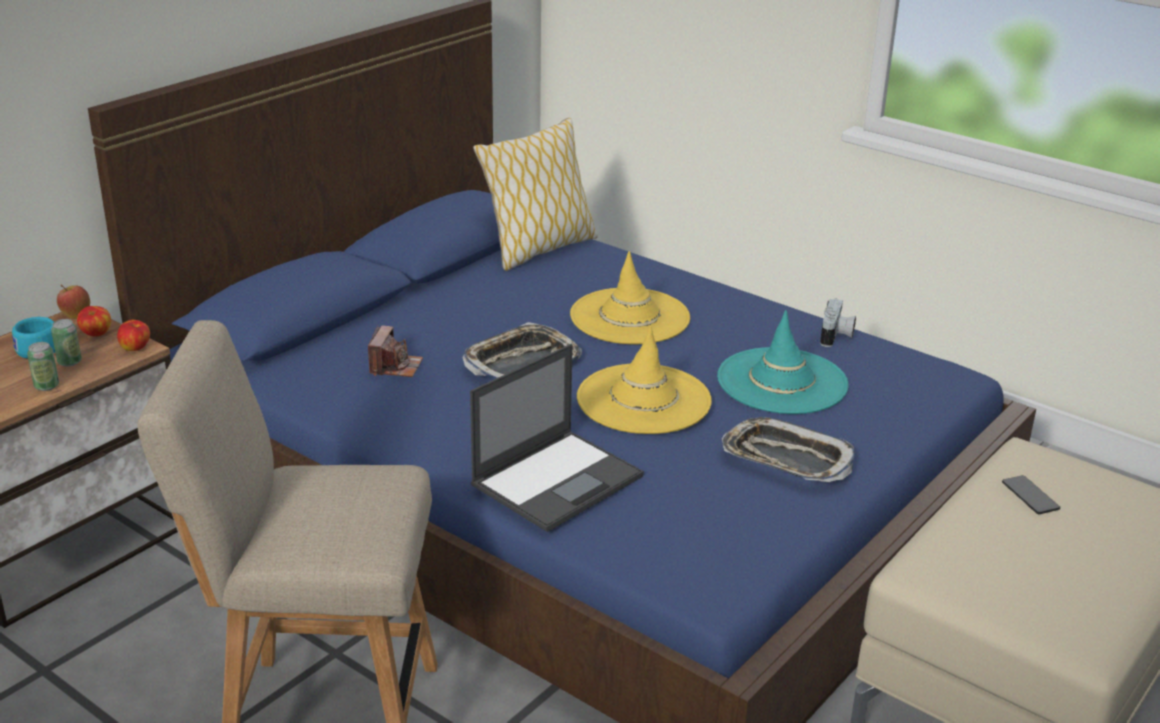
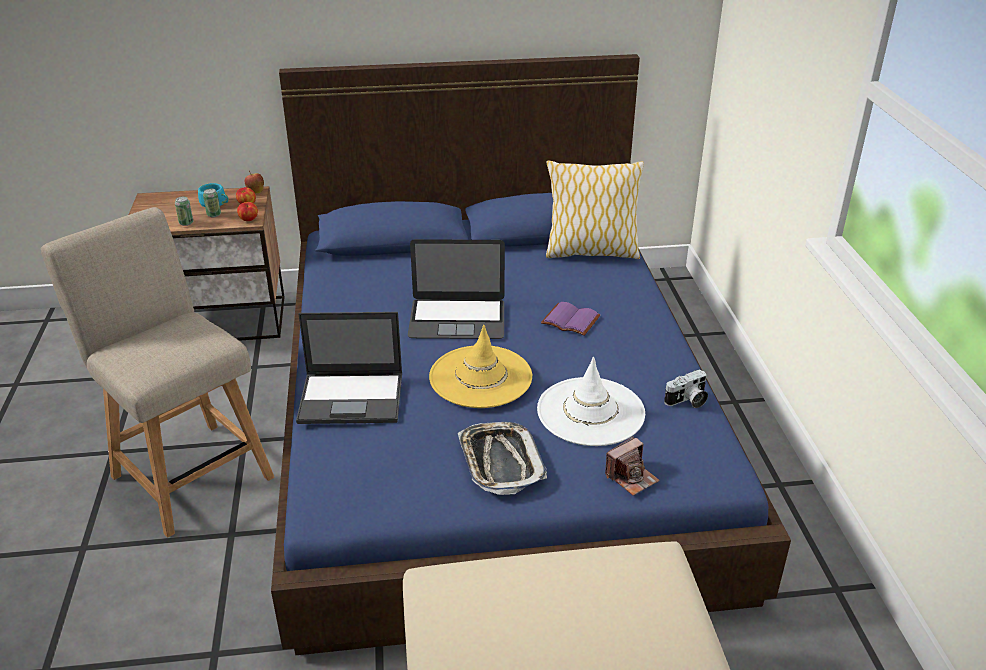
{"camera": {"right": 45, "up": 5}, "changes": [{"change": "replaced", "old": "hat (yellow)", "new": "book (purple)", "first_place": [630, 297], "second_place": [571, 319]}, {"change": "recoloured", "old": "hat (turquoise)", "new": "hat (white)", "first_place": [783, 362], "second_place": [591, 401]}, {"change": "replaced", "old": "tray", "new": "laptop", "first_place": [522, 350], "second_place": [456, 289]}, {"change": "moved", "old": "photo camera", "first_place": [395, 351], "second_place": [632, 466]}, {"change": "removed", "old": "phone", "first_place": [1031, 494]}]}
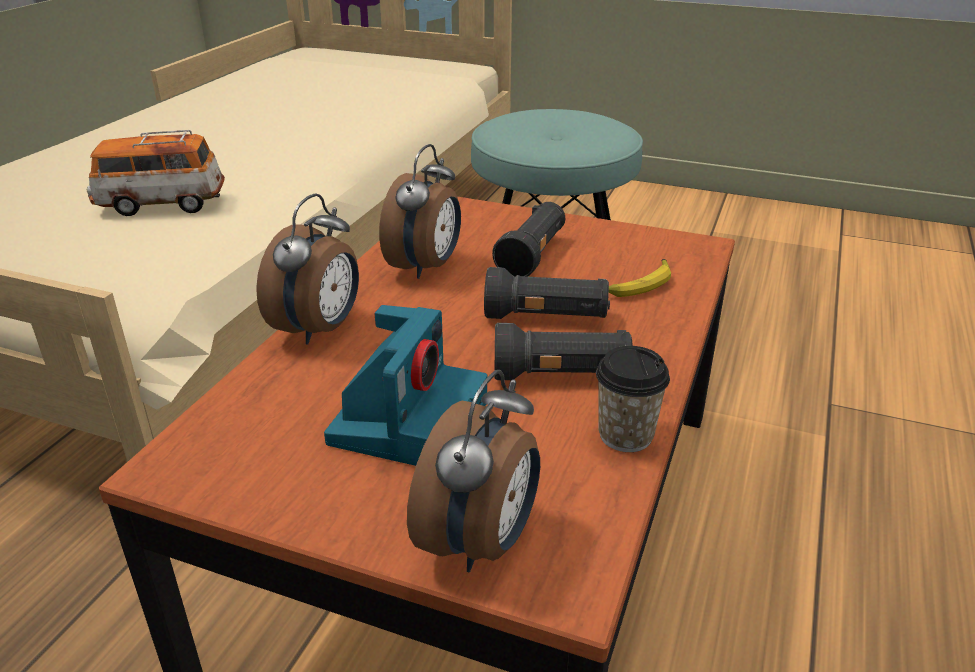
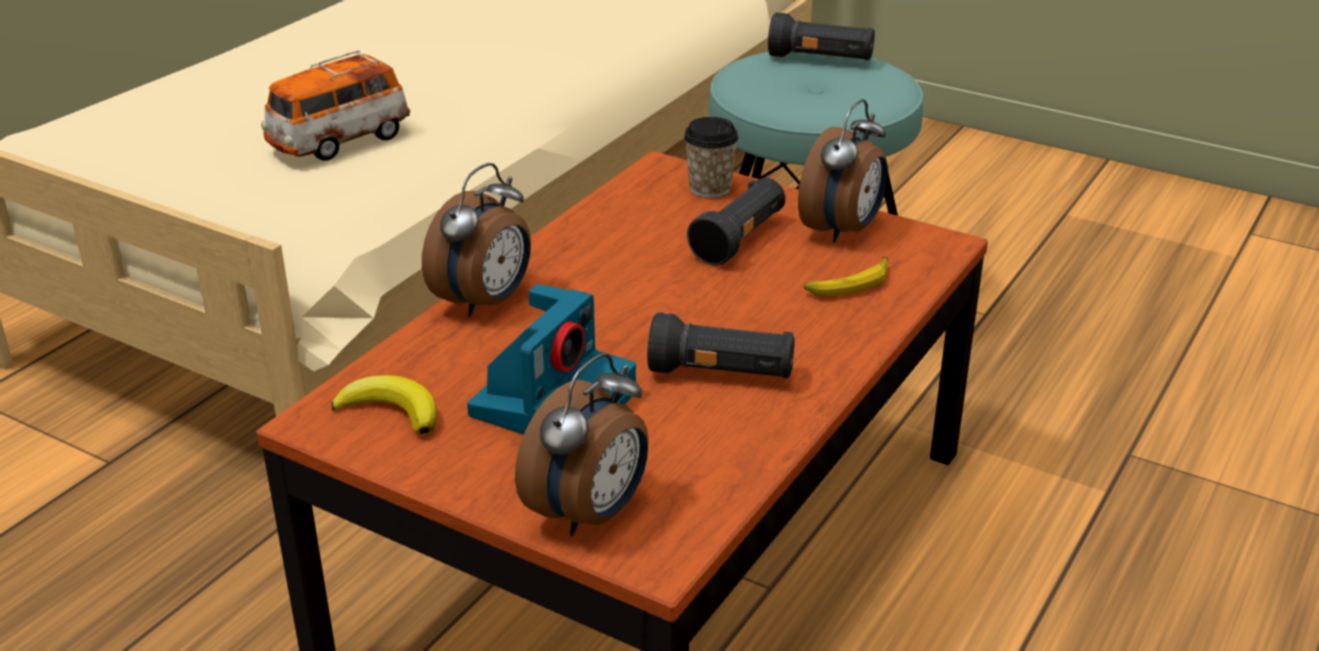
{"camera": {"right": 10, "up": 0}, "changes": [{"change": "turned", "old": "toy car", "first_place": [156, 173], "second_place": [335, 105], "degrees": -45}, {"change": "moved", "old": "alarm clock", "first_place": [420, 211], "second_place": [843, 171]}, {"change": "moved", "old": "flashlight (black)", "first_place": [547, 293], "second_place": [821, 36]}, {"change": "moved", "old": "cup", "first_place": [633, 399], "second_place": [711, 157]}, {"change": "added", "new": "banana", "second_place": [384, 405]}]}
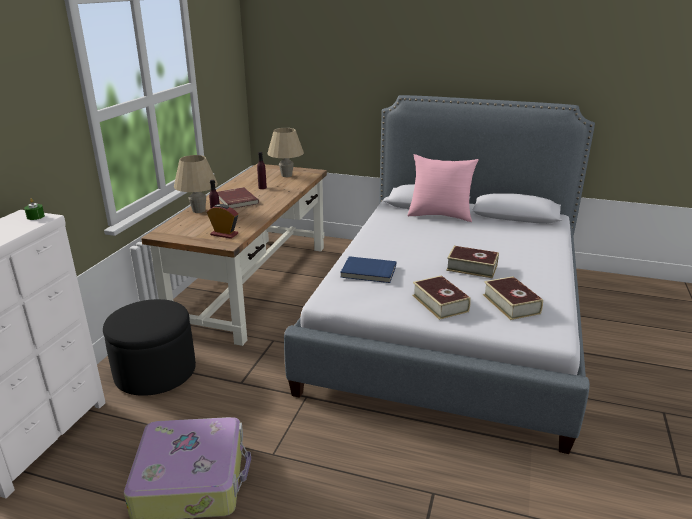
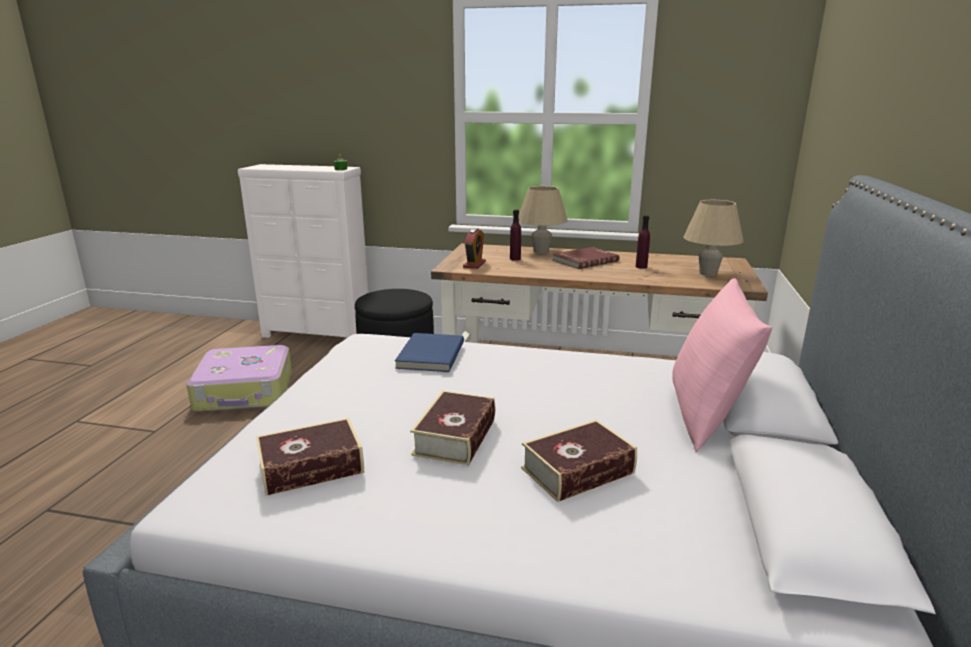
{"camera": {"right": 85, "up": -5}, "changes": [{"change": "moved", "old": "book", "first_place": [441, 297], "second_place": [579, 460]}]}
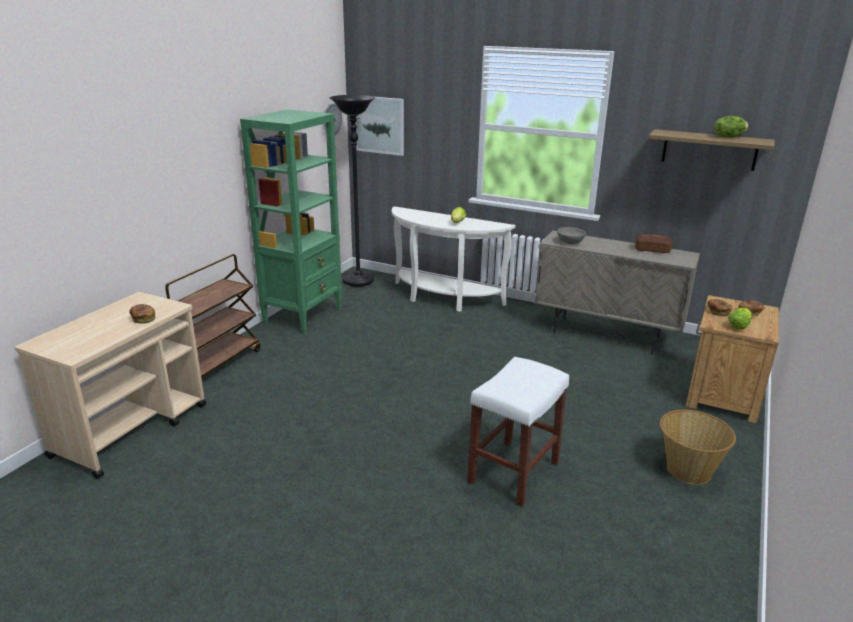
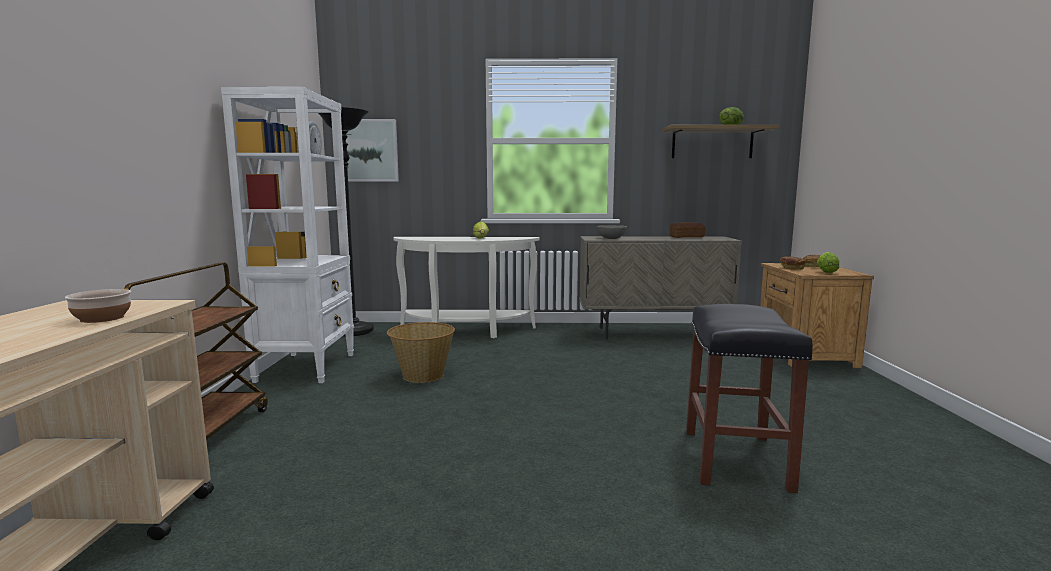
{"camera": {"right": -25, "up": -15}, "changes": [{"change": "recoloured", "old": "bookcase (green)", "new": "bookcase (white)", "first_place": [291, 221], "second_place": [287, 235]}, {"change": "replaced", "old": "bread", "new": "bowl", "first_place": [142, 314], "second_place": [98, 306]}, {"change": "recoloured", "old": "stool (white)", "new": "stool (black)", "first_place": [518, 432], "second_place": [749, 398]}, {"change": "moved", "old": "basket", "first_place": [698, 447], "second_place": [421, 352]}]}
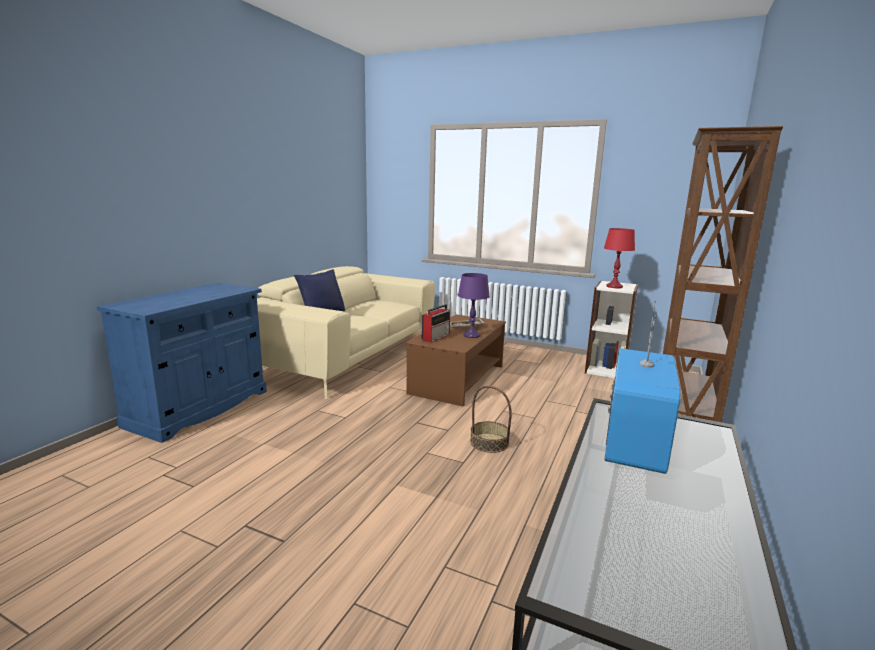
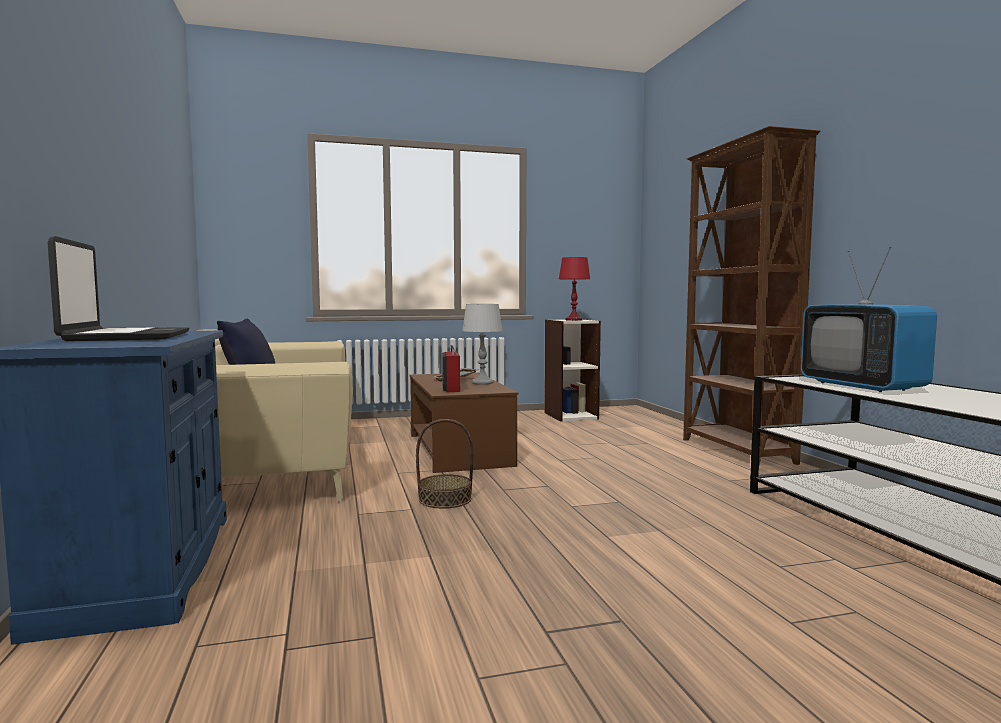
{"camera": {"right": -40, "up": -10}, "changes": [{"change": "recoloured", "old": "table lamp (purple)", "new": "table lamp (grey)", "first_place": [474, 305], "second_place": [482, 344]}, {"change": "moved", "old": "basket", "first_place": [491, 419], "second_place": [444, 463]}, {"change": "added", "new": "laptop", "second_place": [118, 288]}]}
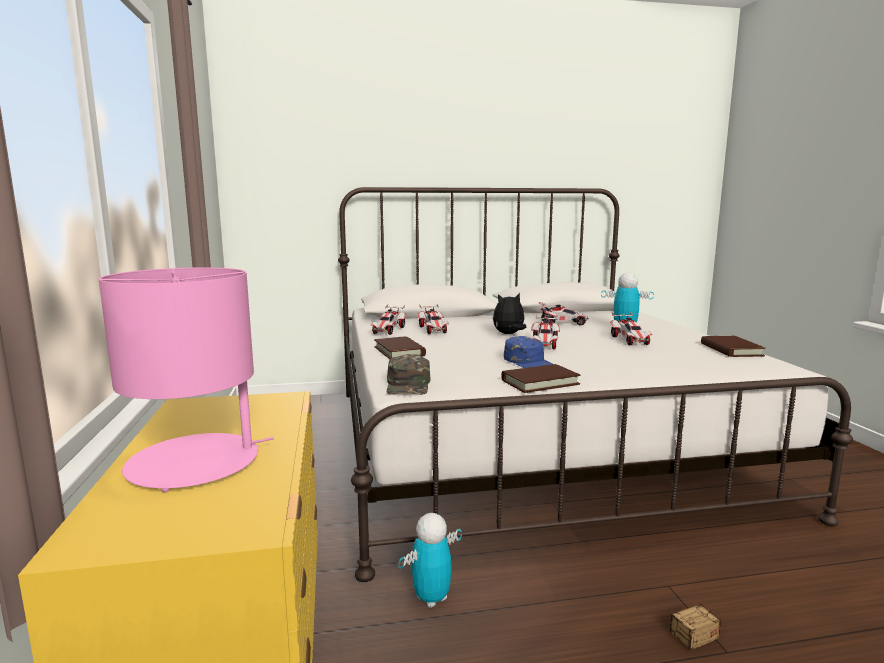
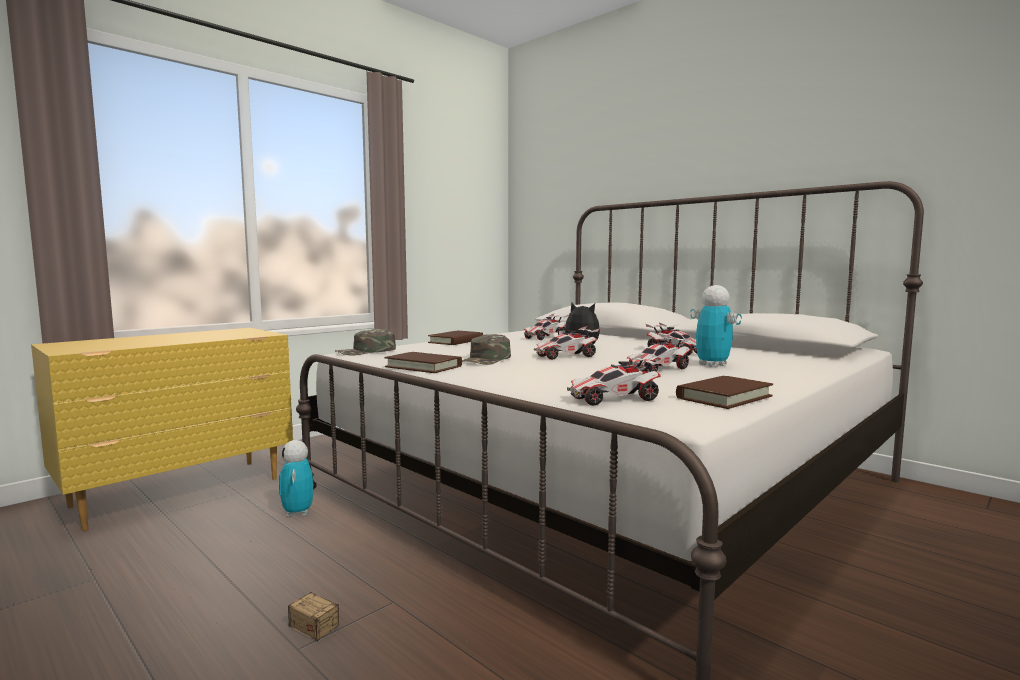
{"camera": {"right": 55, "up": -5}, "changes": [{"change": "removed", "old": "table lamp (pink)", "first_place": [186, 379]}, {"change": "moved", "old": "toy car", "first_place": [388, 320], "second_place": [615, 380]}, {"change": "recoloured", "old": "cap (blue)", "new": "cap (green)", "first_place": [528, 352], "second_place": [486, 349]}, {"change": "turned", "old": "toy robot", "first_place": [430, 560], "second_place": [296, 478], "degrees": -120}]}
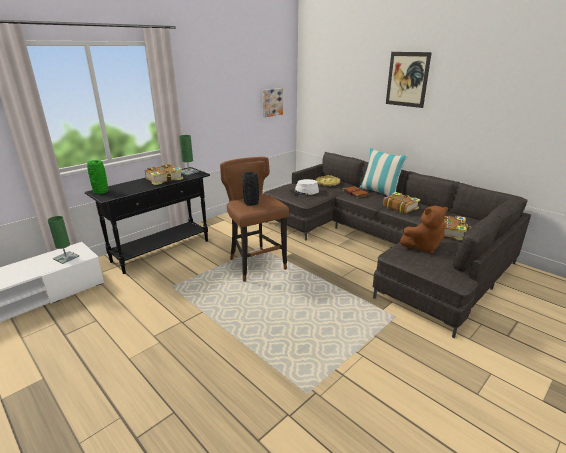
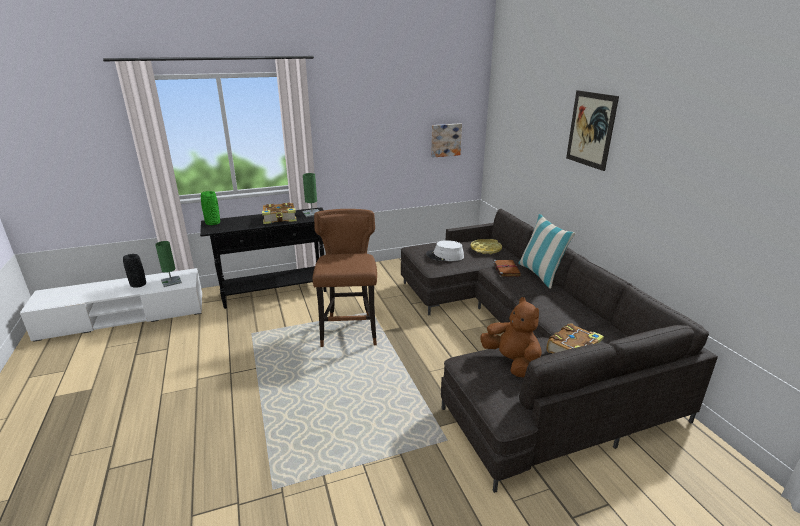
{"camera": {"right": 25, "up": 0}, "changes": [{"change": "moved", "old": "vase (black)", "first_place": [250, 188], "second_place": [134, 271]}, {"change": "removed", "old": "book", "first_place": [401, 203]}, {"change": "turned", "old": "plush toy (brown)", "first_place": [424, 230], "second_place": [511, 337], "degrees": -135}]}
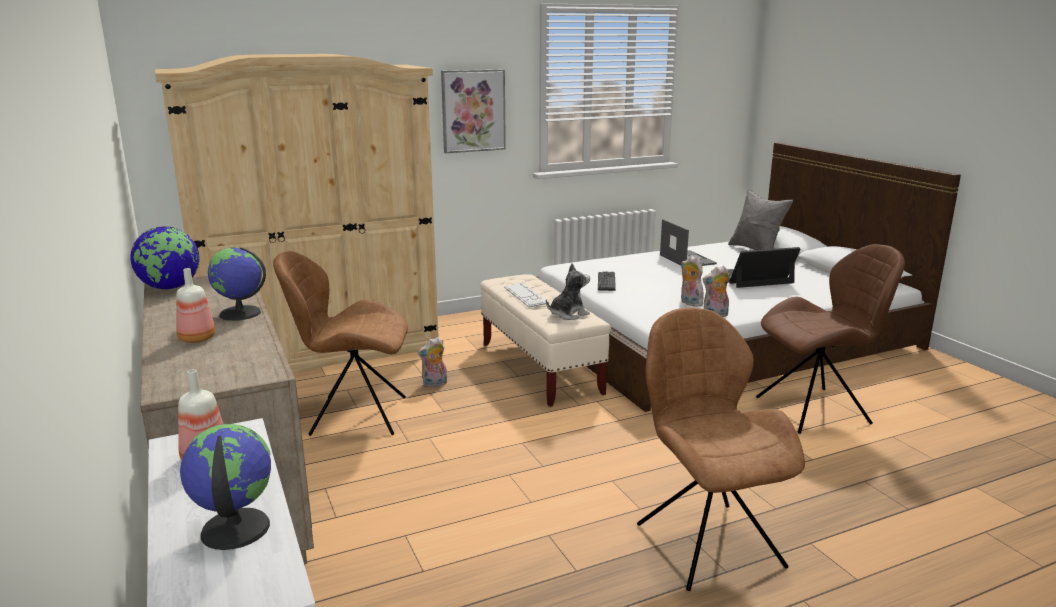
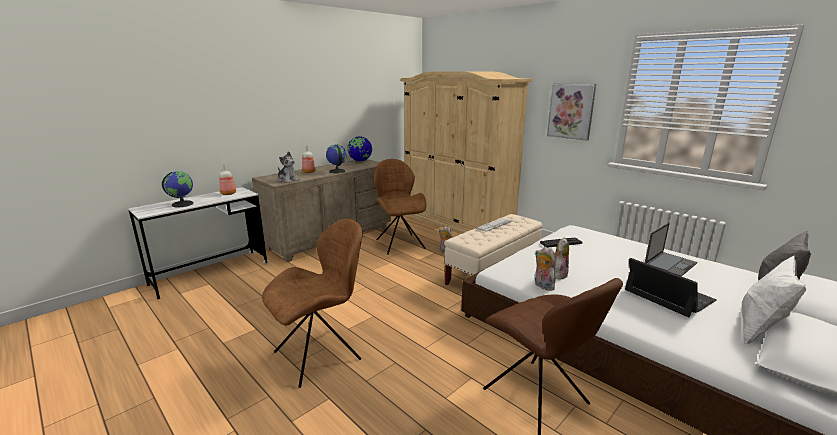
{"camera": {"right": 70, "up": 0}, "changes": [{"change": "moved", "old": "plush toy", "first_place": [568, 292], "second_place": [289, 167]}, {"change": "added", "new": "pillow (white)", "second_place": [774, 300]}]}
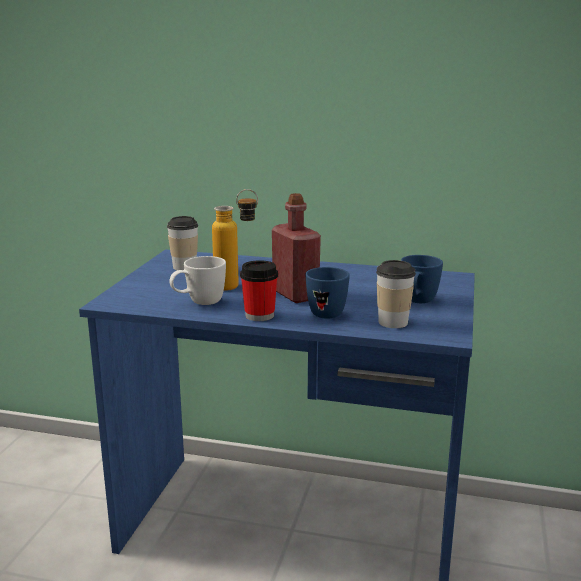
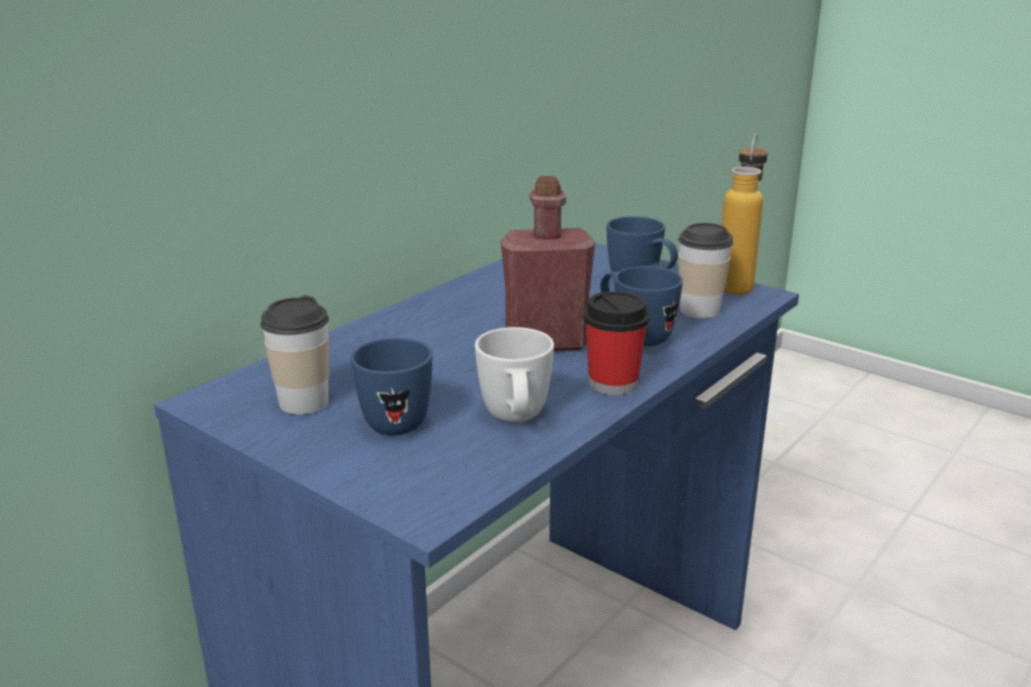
{"camera": {"right": -65, "up": 5}, "changes": [{"change": "moved", "old": "bottle", "first_place": [235, 240], "second_place": [745, 214]}, {"change": "added", "new": "mug (blue)", "second_place": [392, 386]}]}
